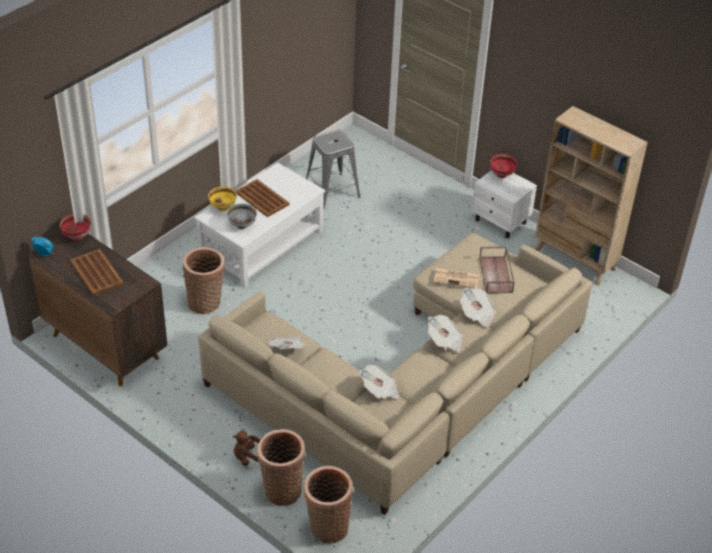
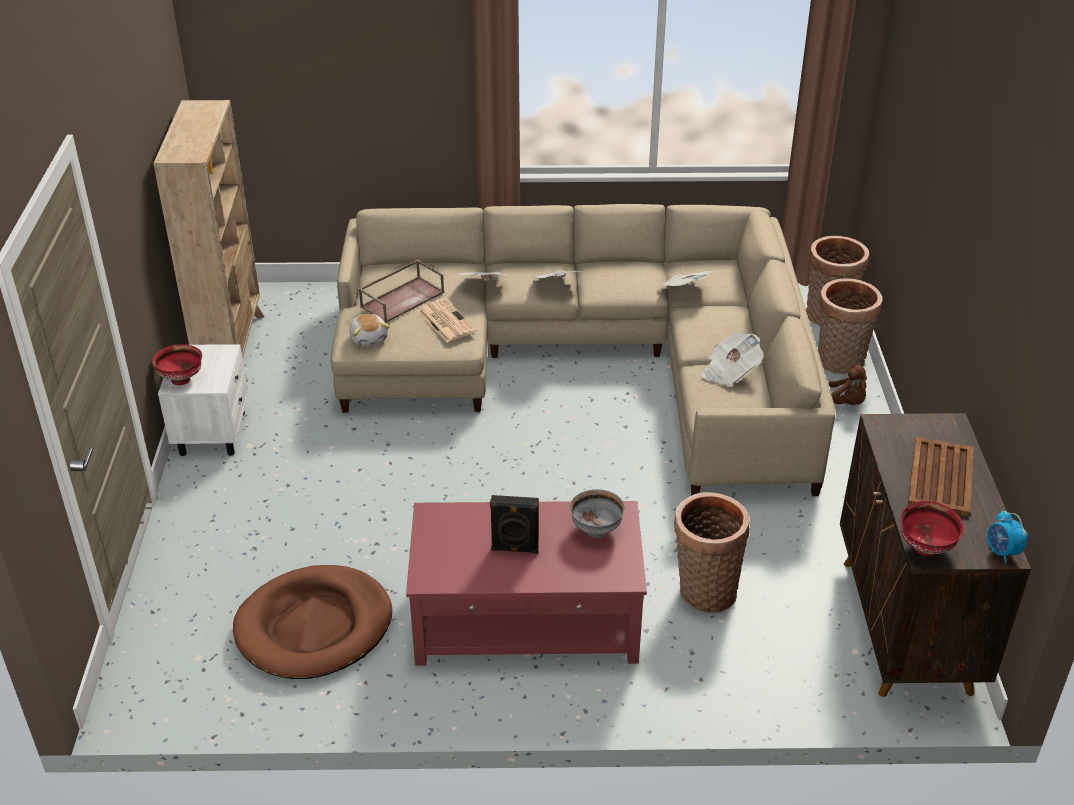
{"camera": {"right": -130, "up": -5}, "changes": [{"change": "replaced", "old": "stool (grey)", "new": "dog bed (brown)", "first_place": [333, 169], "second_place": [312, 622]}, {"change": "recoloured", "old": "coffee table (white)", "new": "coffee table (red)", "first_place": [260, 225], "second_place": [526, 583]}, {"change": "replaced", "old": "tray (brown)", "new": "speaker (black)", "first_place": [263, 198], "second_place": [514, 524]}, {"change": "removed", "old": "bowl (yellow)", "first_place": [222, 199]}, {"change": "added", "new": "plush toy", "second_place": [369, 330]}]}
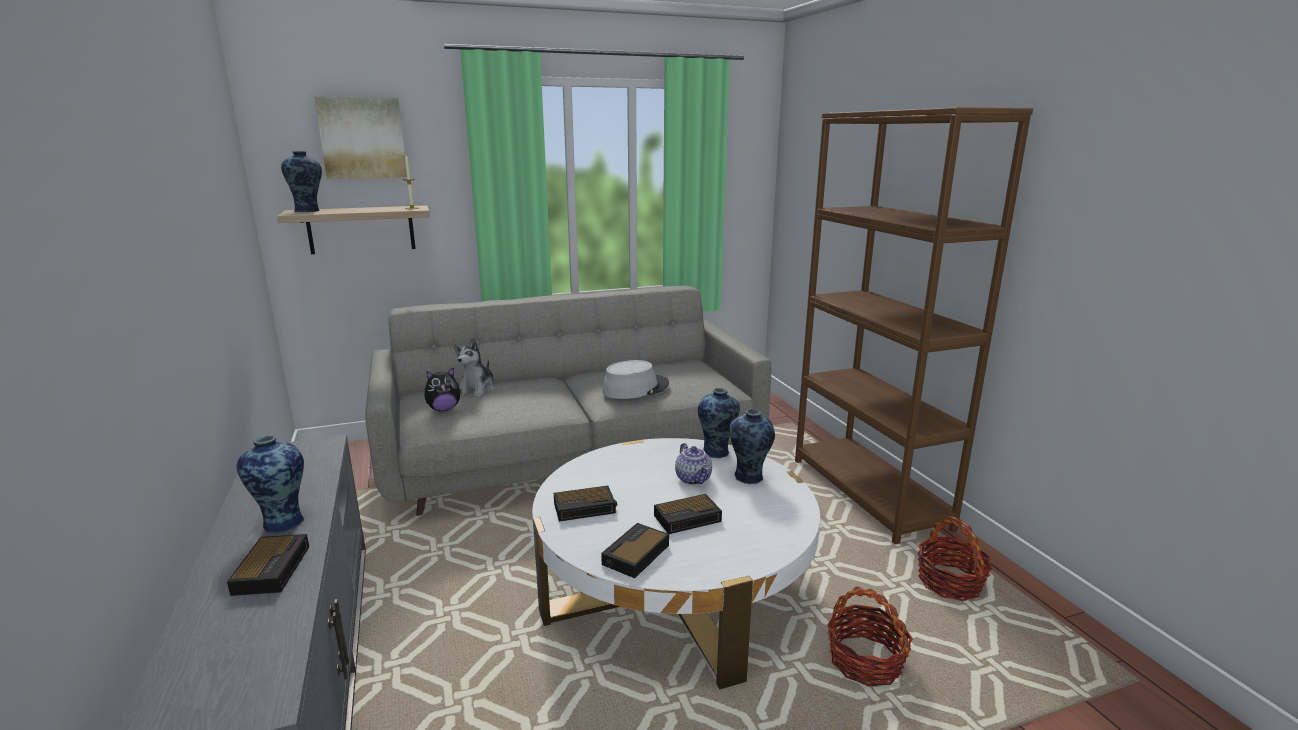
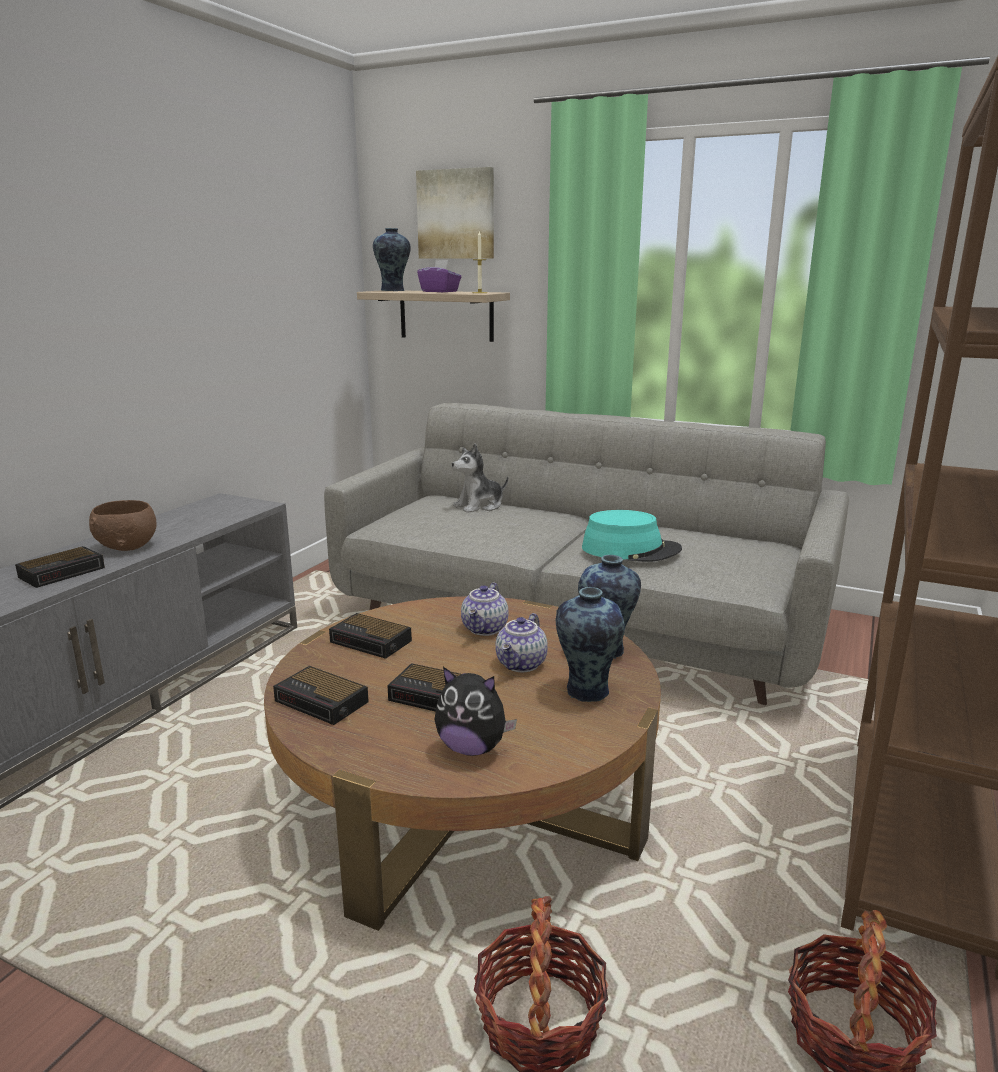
{"camera": {"right": 45, "up": 0}, "changes": [{"change": "recoloured", "old": "hat (grey)", "new": "hat (turquoise)", "first_place": [635, 379], "second_place": [632, 536]}, {"change": "moved", "old": "plush toy", "first_place": [443, 389], "second_place": [475, 711]}, {"change": "replaced", "old": "vase", "new": "bowl (brown)", "first_place": [271, 484], "second_place": [123, 525]}, {"change": "recoloured", "old": "coffee table (white)", "new": "coffee table (brown)", "first_place": [676, 563], "second_place": [462, 763]}, {"change": "turned", "old": "alarm clock", "first_place": [635, 550], "second_place": [321, 695], "degrees": -135}, {"change": "added", "new": "tissue box (purple)", "second_place": [439, 276]}, {"change": "added", "new": "teapot", "second_place": [484, 609]}]}
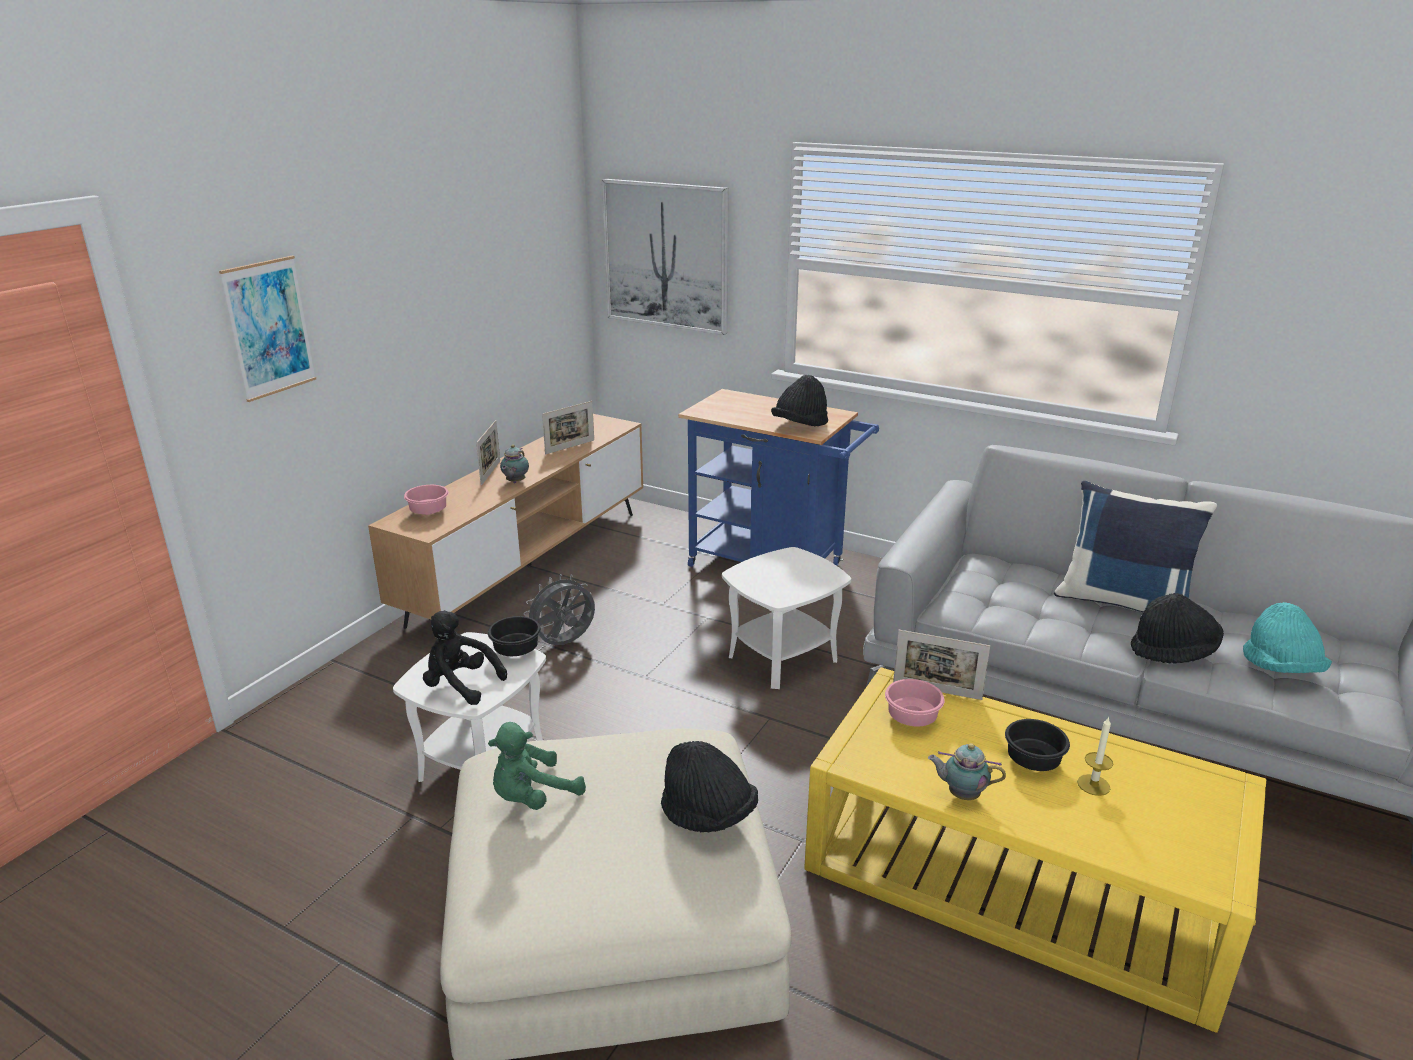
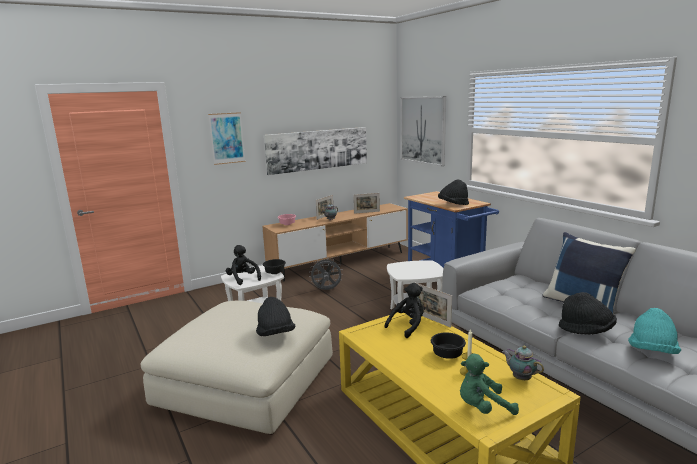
{"camera": {"right": 30, "up": -10}, "changes": [{"change": "replaced", "old": "bowl (pink)", "new": "plush toy (black)", "first_place": [915, 703], "second_place": [404, 310]}, {"change": "moved", "old": "plush toy (green)", "first_place": [537, 766], "second_place": [489, 384]}, {"change": "moved", "old": "teapot", "first_place": [967, 771], "second_place": [523, 363]}, {"change": "added", "new": "picture", "second_place": [315, 151]}]}
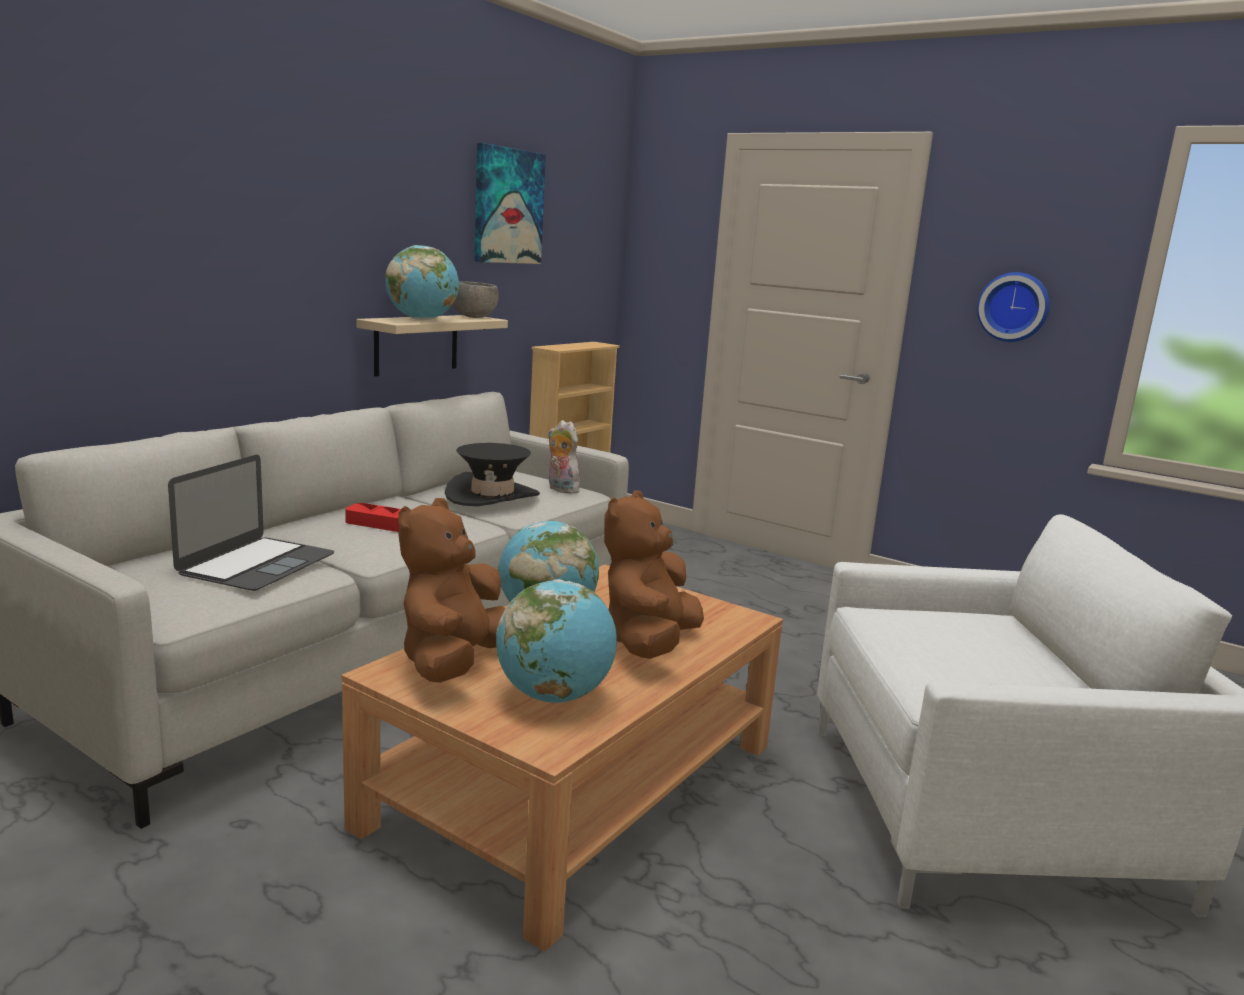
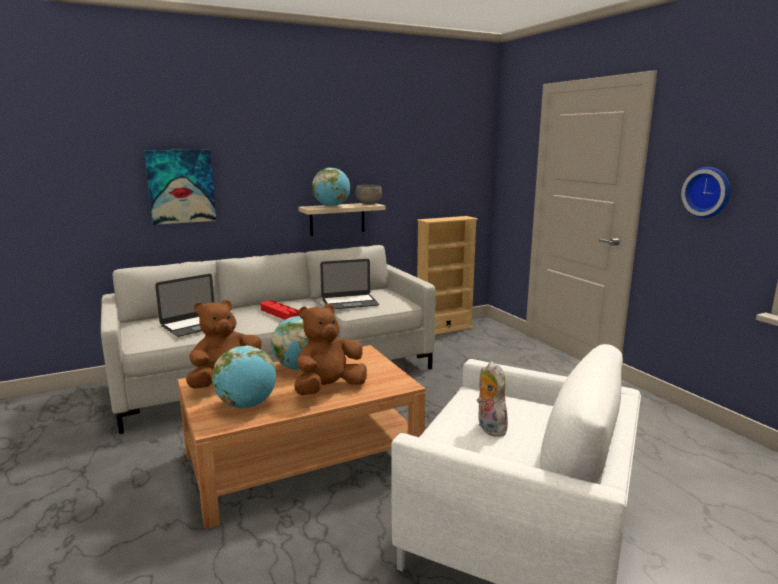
{"camera": {"right": 30, "up": 0}, "changes": [{"change": "moved", "old": "picture", "first_place": [510, 203], "second_place": [180, 187]}, {"change": "moved", "old": "plush toy", "first_place": [564, 457], "second_place": [492, 399]}, {"change": "replaced", "old": "hat (black)", "new": "laptop", "first_place": [492, 474], "second_place": [349, 284]}]}
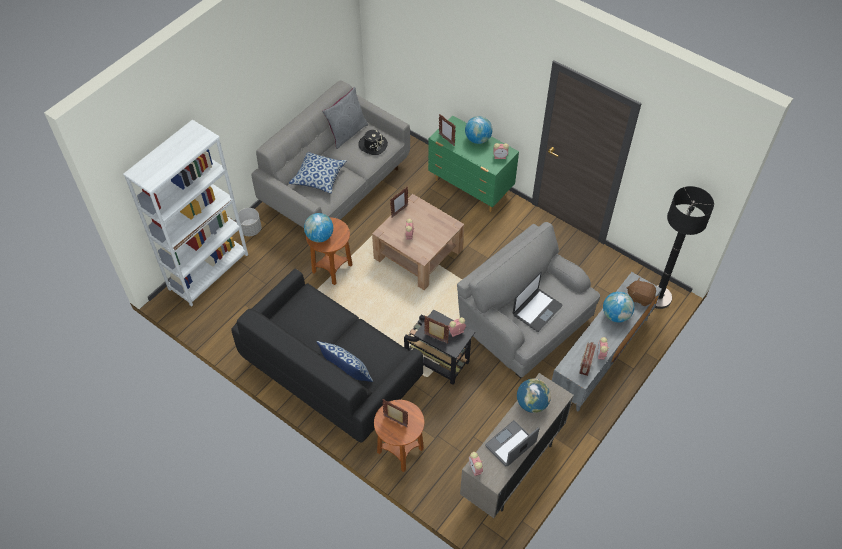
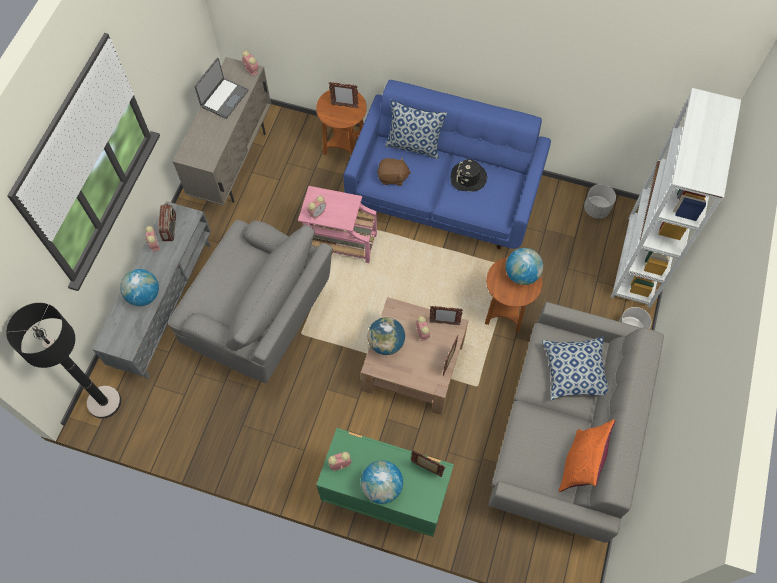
{"camera": {"right": 160, "up": 10}, "changes": [{"change": "recoloured", "old": "pillow (grey)", "new": "pillow (orange)", "first_place": [345, 118], "second_place": [587, 455]}, {"change": "moved", "old": "hat (black)", "first_place": [373, 142], "second_place": [469, 175]}, {"change": "recoloured", "old": "sofa (black)", "new": "sofa (blue)", "first_place": [327, 355], "second_place": [447, 164]}, {"change": "removed", "old": "laptop", "first_place": [538, 301]}, {"change": "moved", "old": "plush toy (brown)", "first_place": [641, 292], "second_place": [394, 171]}, {"change": "recoloured", "old": "side table (black)", "new": "side table (pink)", "first_place": [439, 347], "second_place": [337, 224]}, {"change": "moved", "old": "picture frame", "first_place": [436, 329], "second_place": [446, 315]}, {"change": "moved", "old": "globe", "first_place": [534, 396], "second_place": [386, 336]}, {"change": "added", "new": "planter (grey)", "second_place": [600, 201]}]}
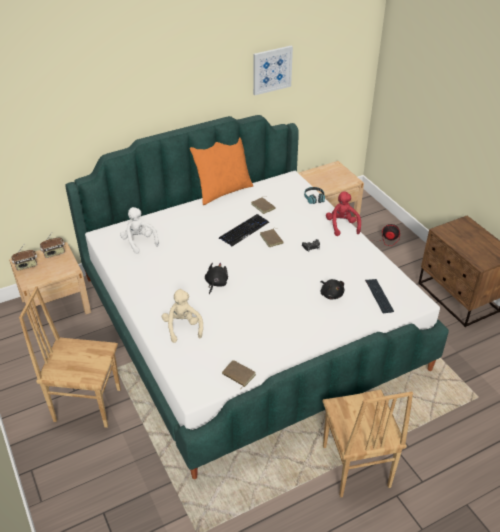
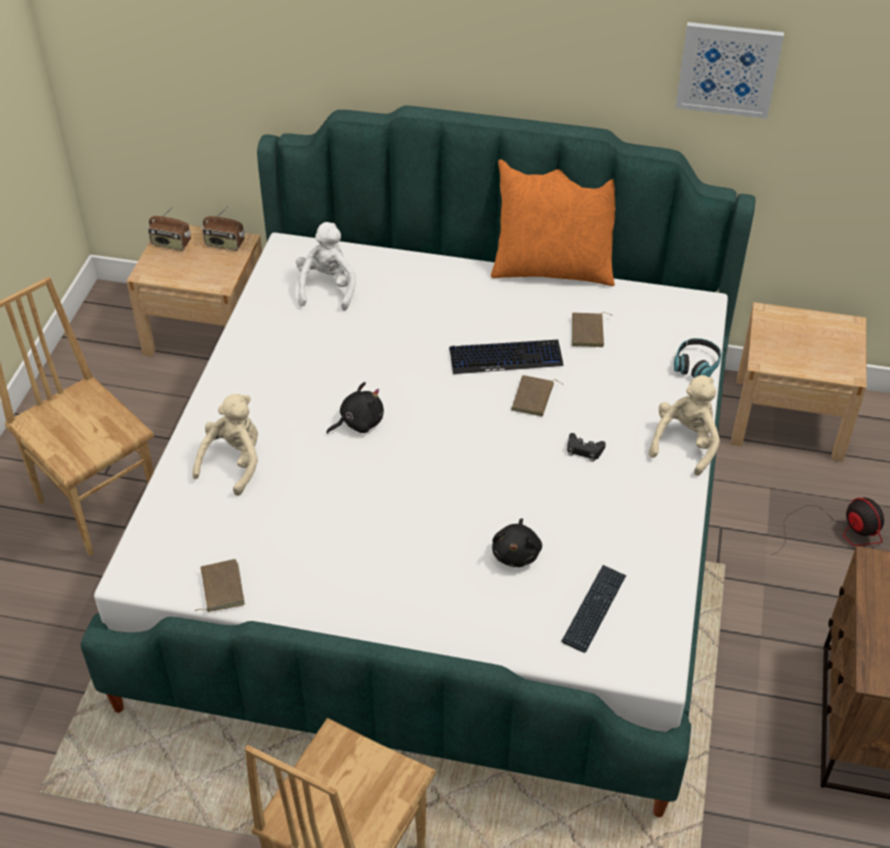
{"camera": {"right": 40, "up": 5}, "changes": [{"change": "recoloured", "old": "plush toy (red)", "new": "plush toy (beige)", "first_place": [343, 213], "second_place": [684, 425]}]}
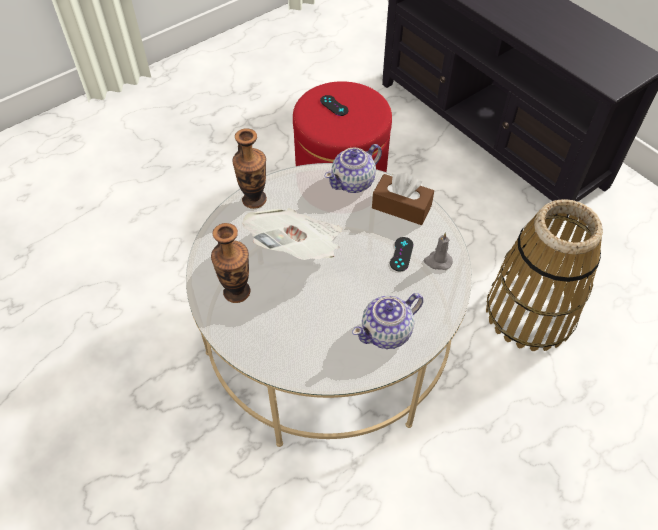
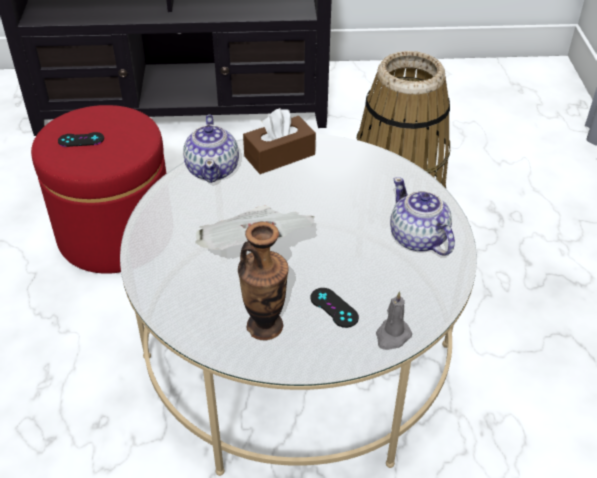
{"camera": {"right": -55, "up": -10}, "changes": [{"change": "removed", "old": "vase", "first_place": [249, 169]}, {"change": "moved", "old": "candle (grey)", "first_place": [438, 251], "second_place": [394, 320]}, {"change": "moved", "old": "game controller (black)", "first_place": [401, 254], "second_place": [335, 308]}, {"change": "turned", "old": "teapot", "first_place": [387, 321], "second_place": [422, 216], "degrees": 150}]}
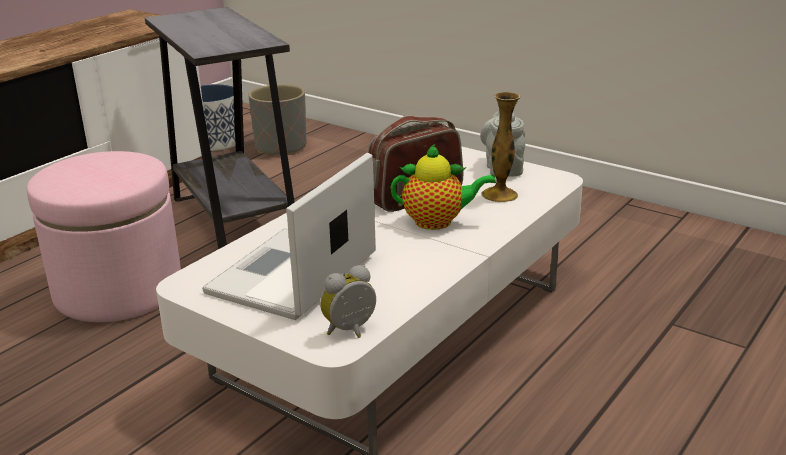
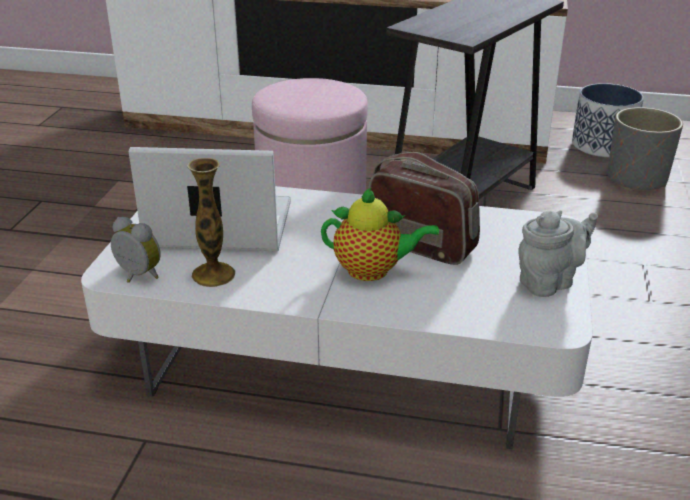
{"camera": {"right": 65, "up": 5}, "changes": [{"change": "moved", "old": "vase", "first_place": [501, 147], "second_place": [211, 222]}, {"change": "turned", "old": "teapot", "first_place": [443, 186], "second_place": [380, 234], "degrees": -60}]}
